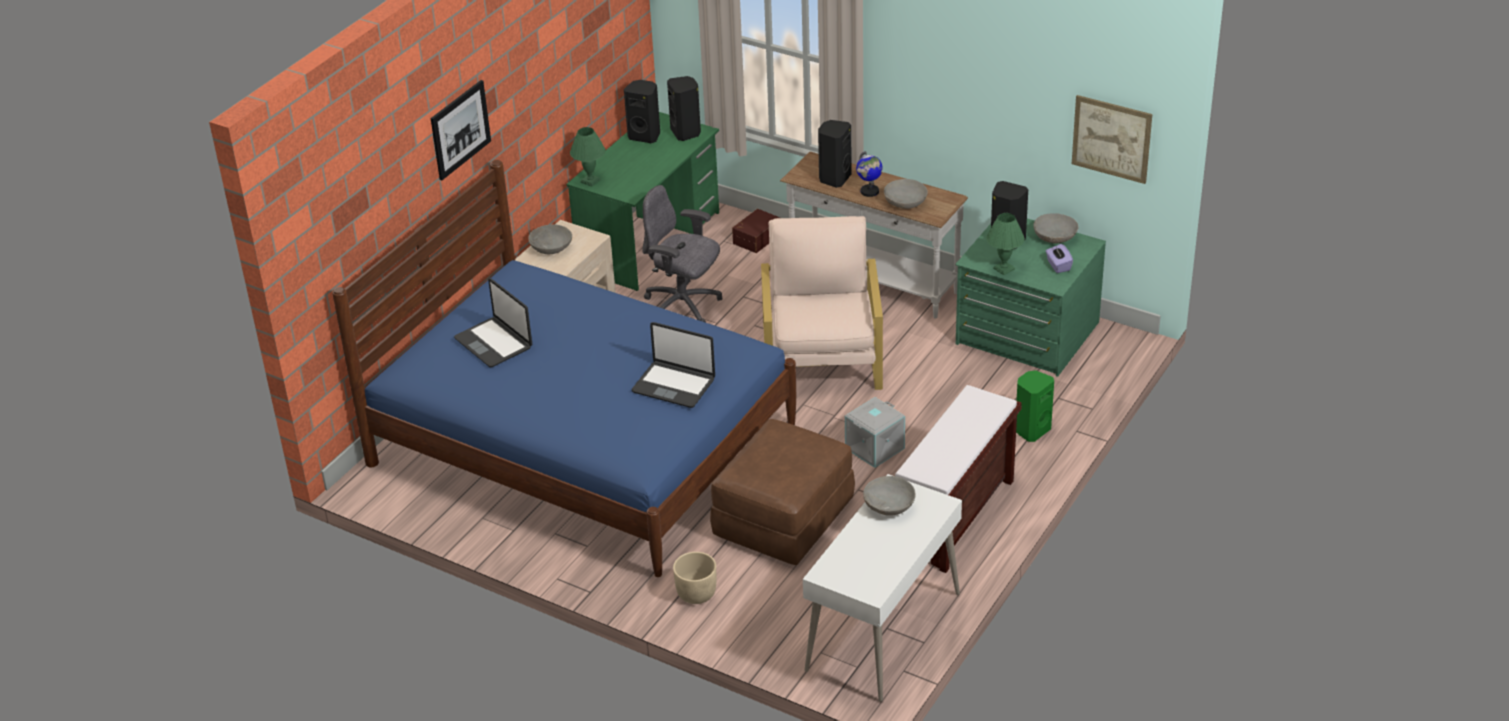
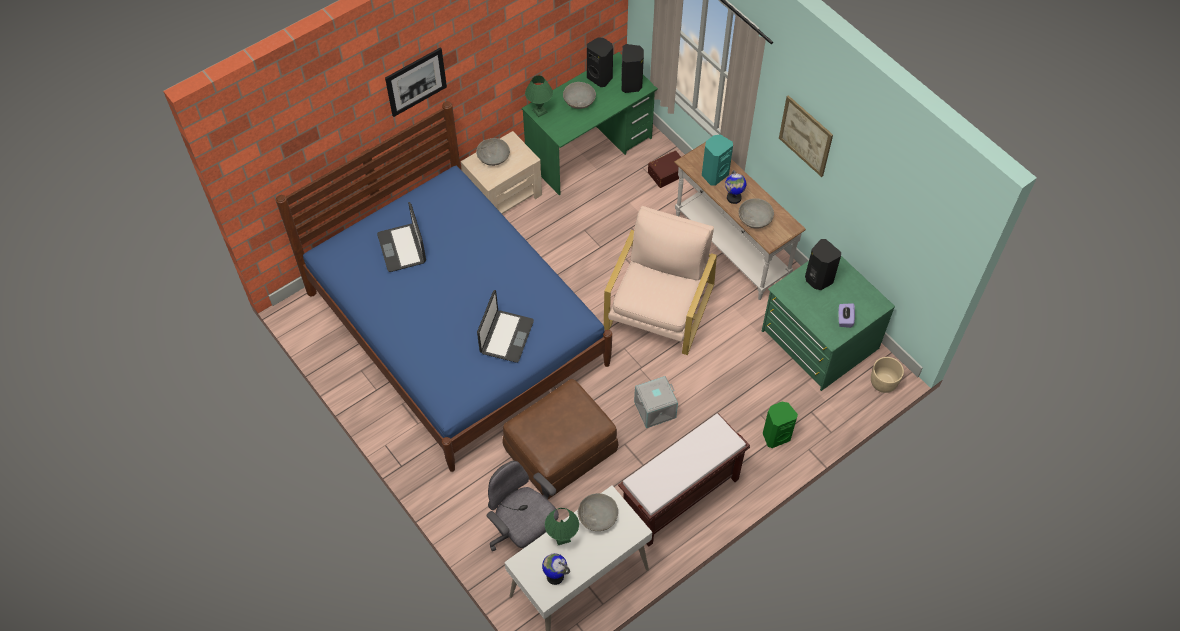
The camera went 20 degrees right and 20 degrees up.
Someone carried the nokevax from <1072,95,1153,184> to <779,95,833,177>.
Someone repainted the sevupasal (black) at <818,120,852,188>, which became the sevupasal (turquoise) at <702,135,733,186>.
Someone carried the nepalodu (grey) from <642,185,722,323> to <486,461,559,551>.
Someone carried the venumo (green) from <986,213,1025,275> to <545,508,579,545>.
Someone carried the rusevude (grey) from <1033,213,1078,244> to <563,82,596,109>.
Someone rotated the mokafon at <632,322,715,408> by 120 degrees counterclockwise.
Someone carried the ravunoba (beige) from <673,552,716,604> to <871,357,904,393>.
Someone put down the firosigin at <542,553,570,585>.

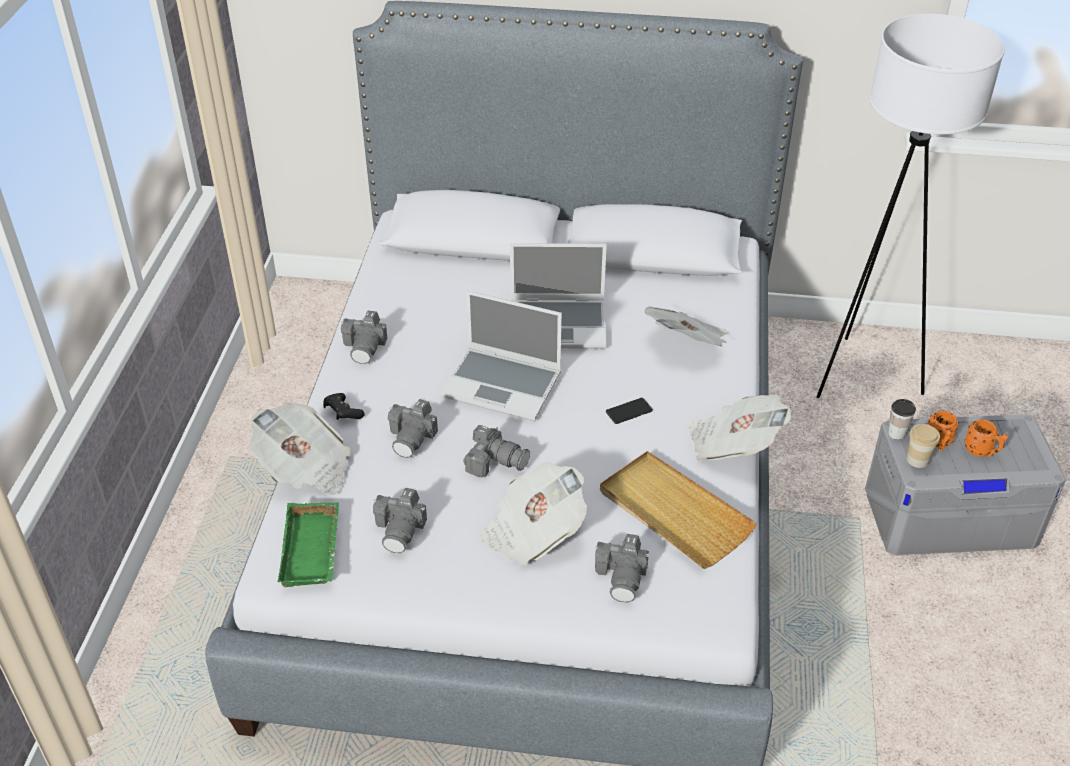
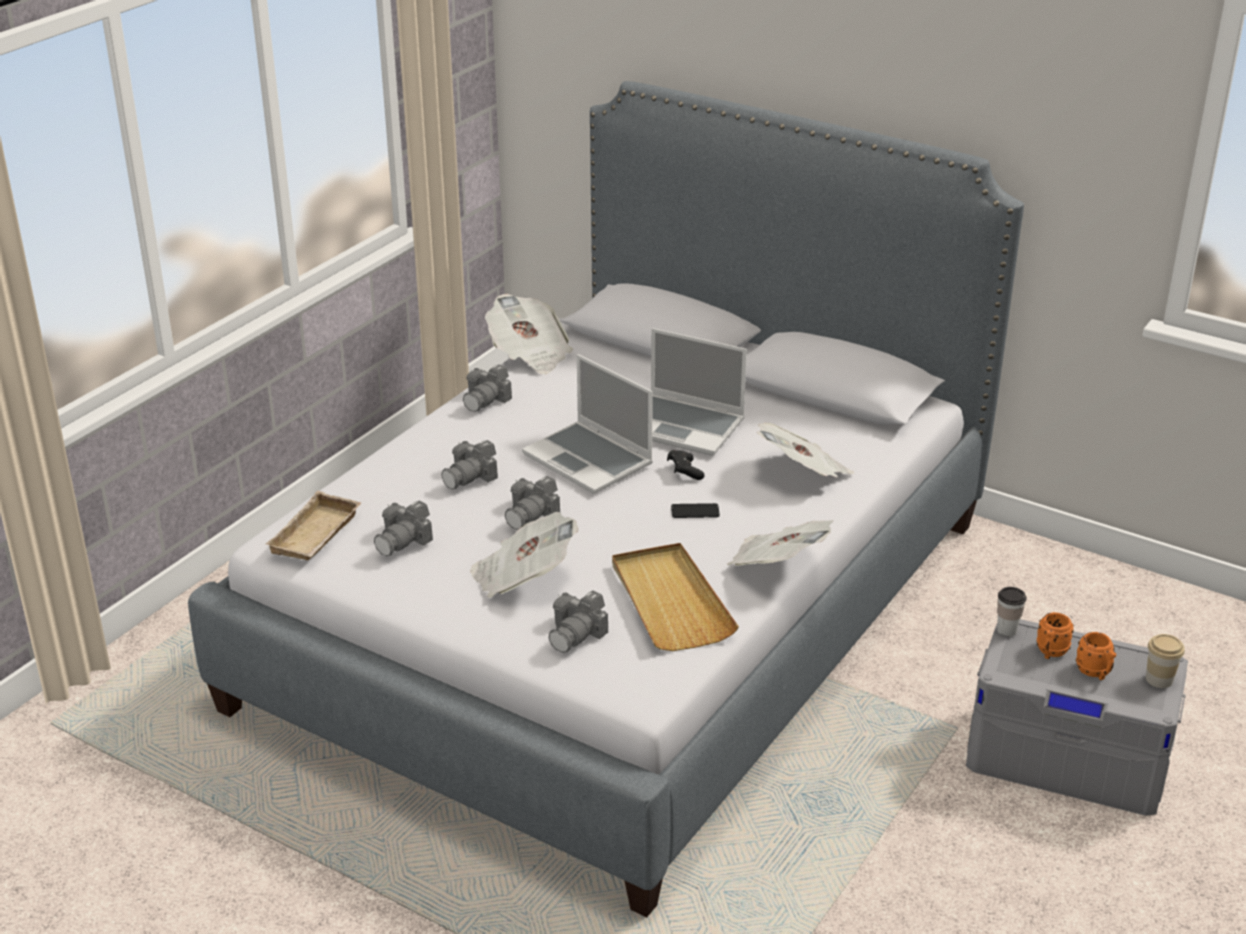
The camera went 25 degrees right and 10 degrees down.
Someone took away the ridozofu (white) at <817,14,1005,398>.
Someone carried the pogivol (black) from <323,393,365,420> to <667,450,704,480>.
Someone carried the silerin from <249,403,351,495> to <485,294,573,374>.
Someone carried the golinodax from <906,424,940,468> to <1146,634,1185,688>.
Someone rotated the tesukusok at <463,425,530,477> by 75 degrees clockwise.
Someone repainted the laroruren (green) at <277,502,339,587>, which became the laroruren (beige) at <266,491,362,560>.

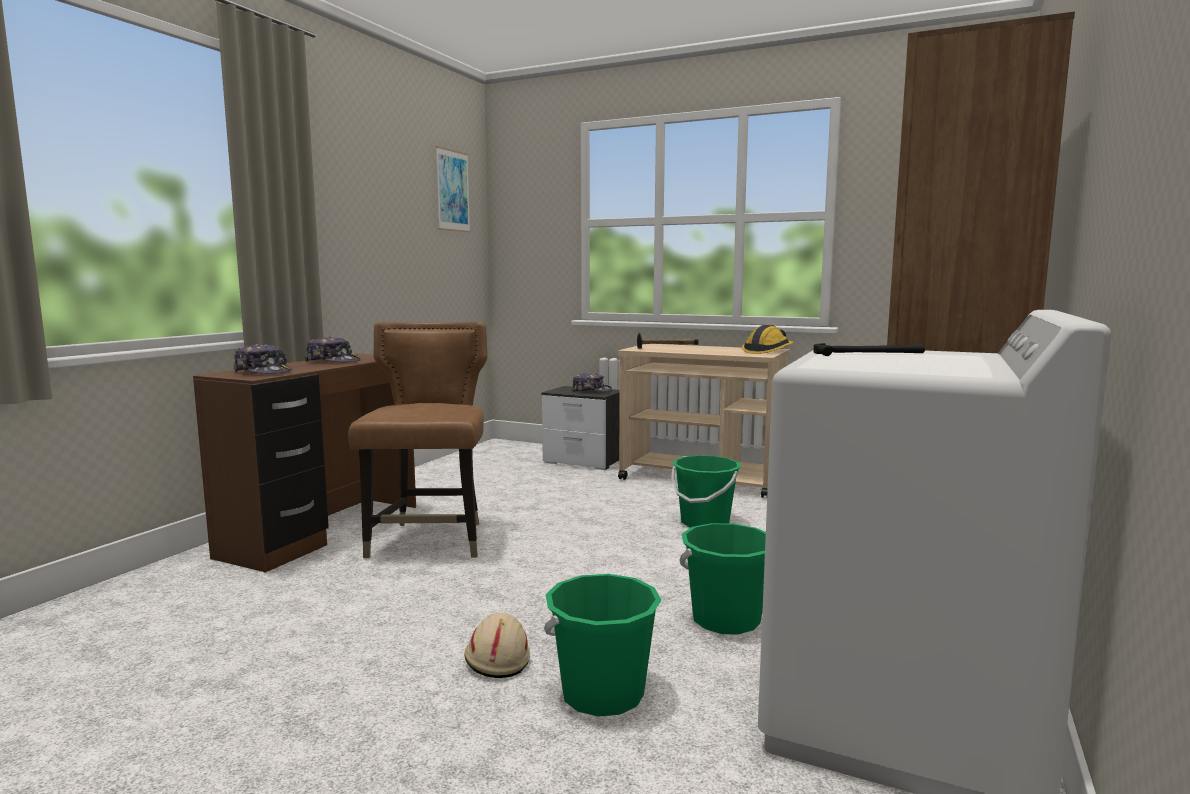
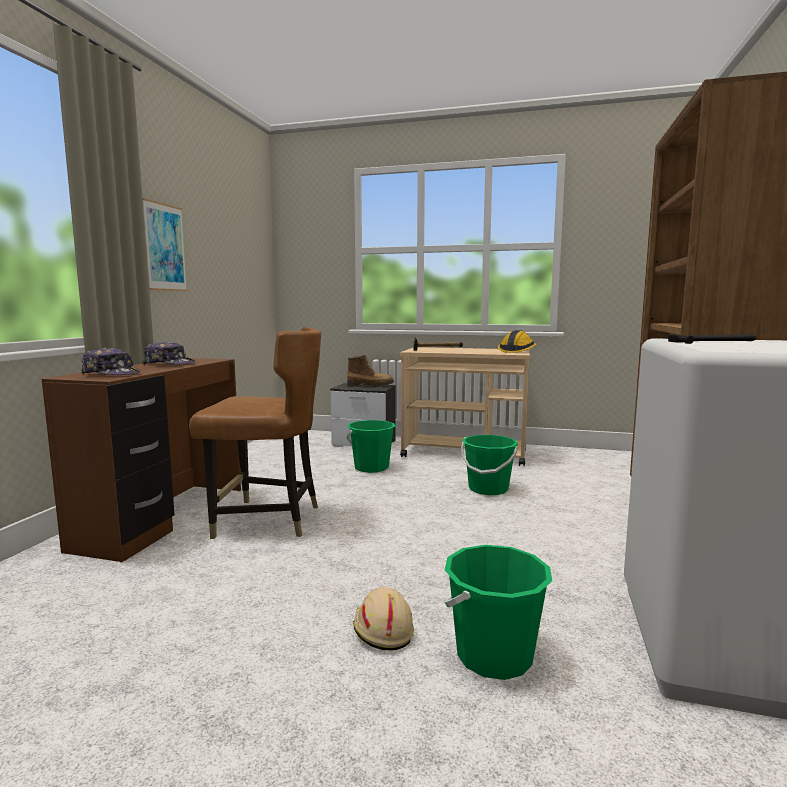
The camera went 10 degrees left and 0 degrees up.
Someone carried the nokevax from <436,146,471,233> to <143,198,187,291>.
Someone rotated the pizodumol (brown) at <348,322,488,558> by 105 degrees clockwise.
Someone swapped the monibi at <573,372,613,392> for the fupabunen at <347,355,394,387>.
Someone carried the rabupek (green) from <679,523,766,635> to <347,420,395,473>.

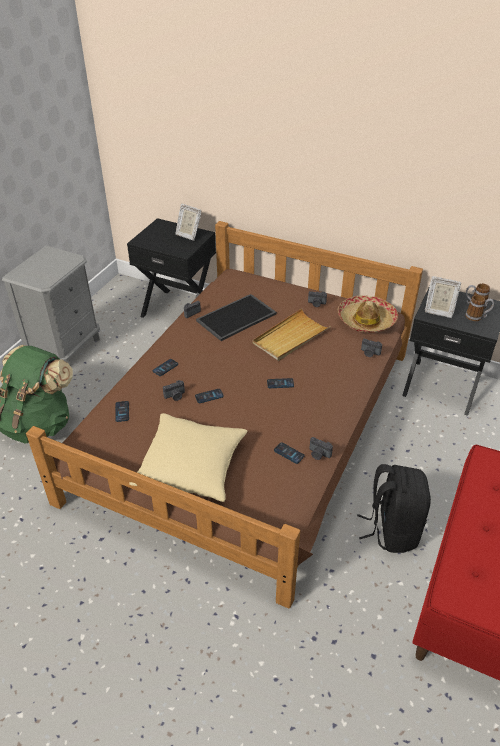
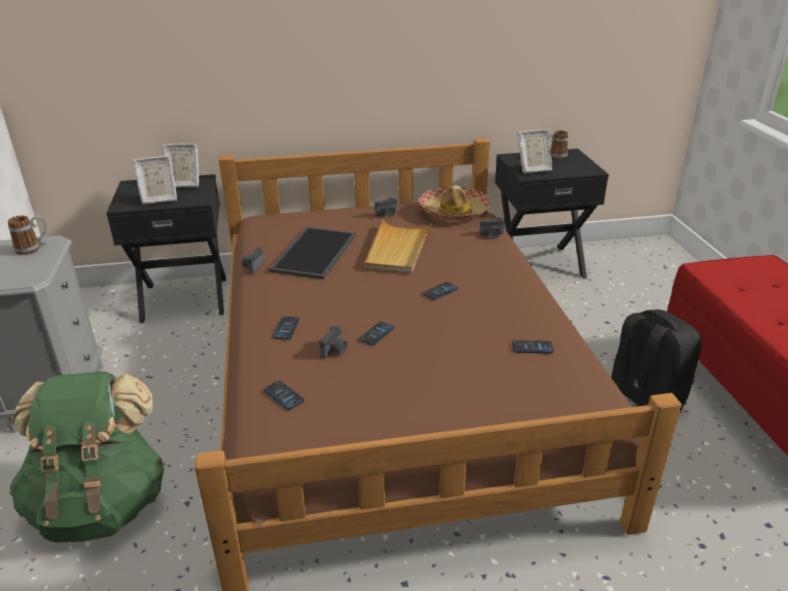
The camera went 35 degrees left and 10 degrees down.
Someone carried the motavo from <465,295,494,321> to <8,215,47,255>.
Someone took away the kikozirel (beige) at <129,413,248,502>.
Someone took away the tesukusok at <309,437,333,460>.
Someone put down the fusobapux at <132,156,177,205>.

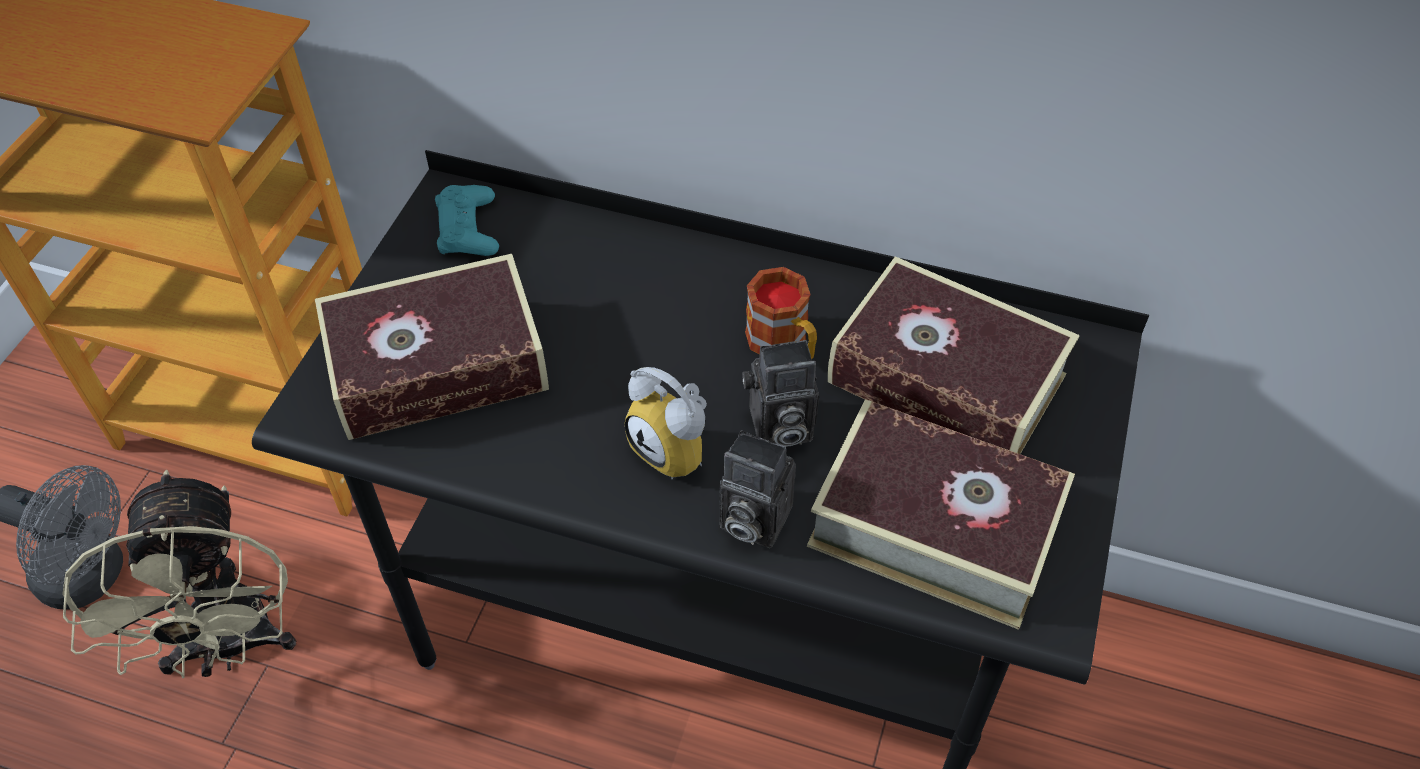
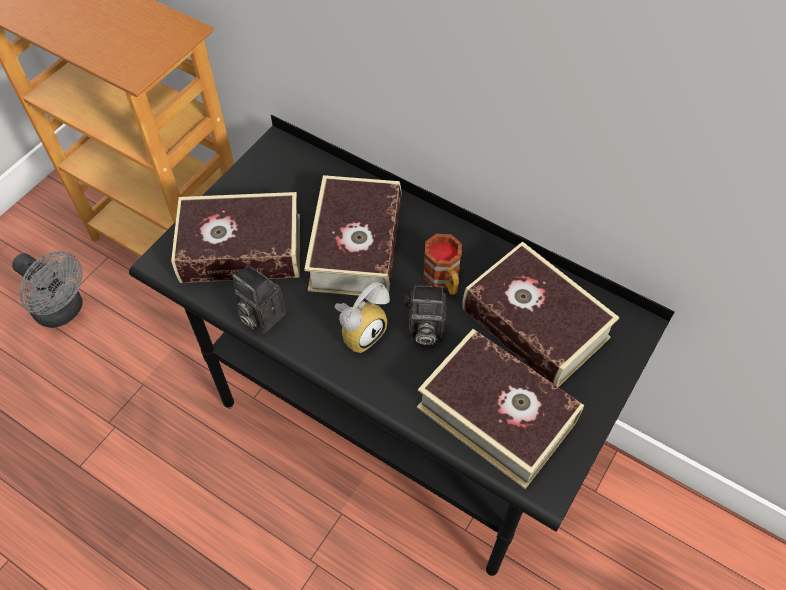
The camera went 15 degrees right and 5 degrees up.
Someone took away the pogivol (turquoise) at <435,185,499,256>.
Someone rotated the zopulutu at <625,367,707,479> by 105 degrees counterclockwise.
Someone carried the tesukusok from <719,430,796,548> to <232,264,286,333>.
Someone took away the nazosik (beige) at <62,470,297,678>.
Someone put down the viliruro at <304,175,401,296>.

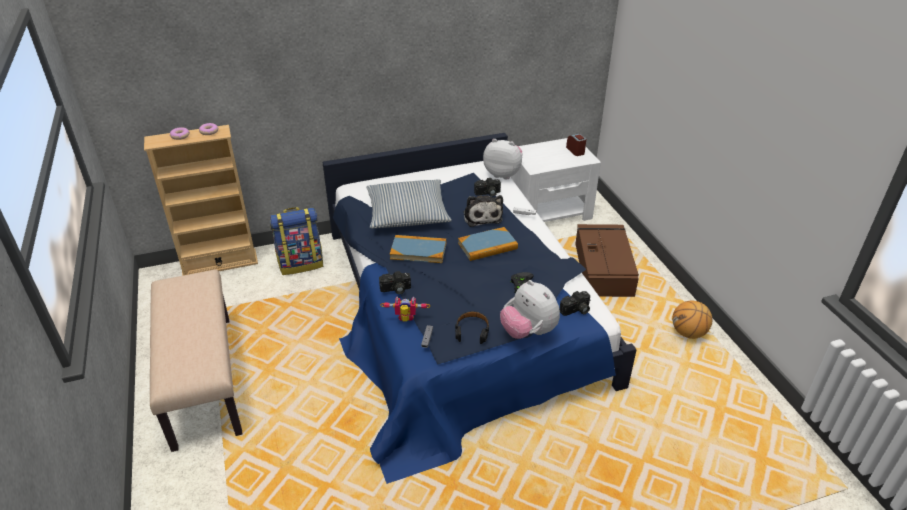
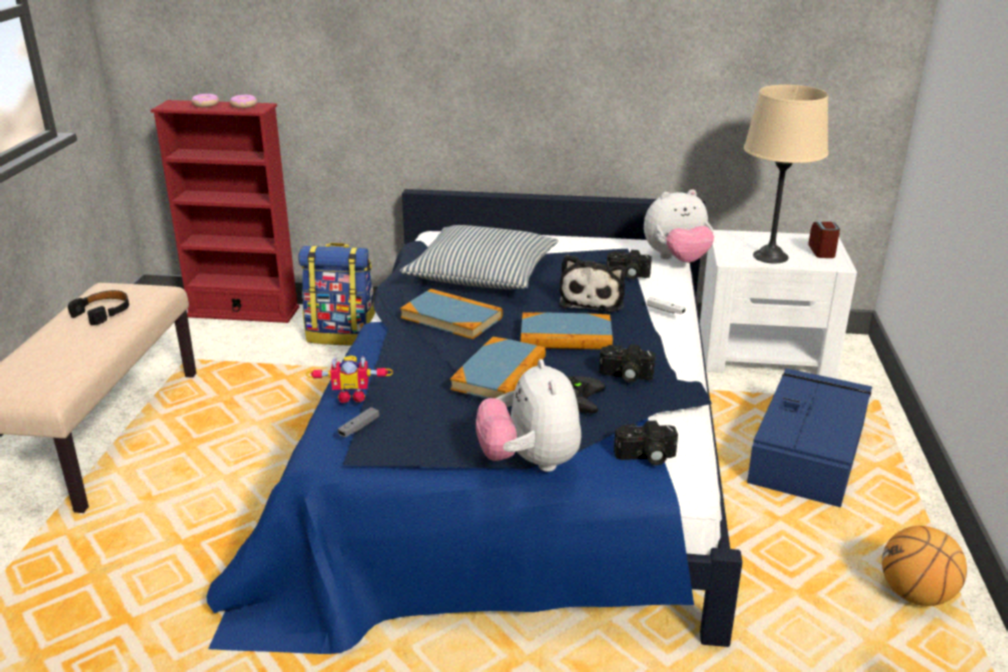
The camera went 25 degrees right and 10 degrees down.
Someone repainted the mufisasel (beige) at <144,125,258,276>, which became the mufisasel (red) at <150,100,299,323>.
Someone rotated the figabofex at <483,139,523,180> by 120 degrees clockwise.
Someone repainted the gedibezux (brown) at <575,224,639,297>, which became the gedibezux (blue) at <747,368,872,507>.
Someone carried the tesukusok from <379,271,411,294> to <599,344,655,383>.
Someone rotated the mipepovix at <380,296,431,322> by 150 degrees clockwise.
Someone carried the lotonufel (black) from <455,311,490,344> to <68,290,129,325>.
Someone put down the venumo (beige) at <744,85,828,263>.
Someone put down the viliruro at <450,337,546,399>.

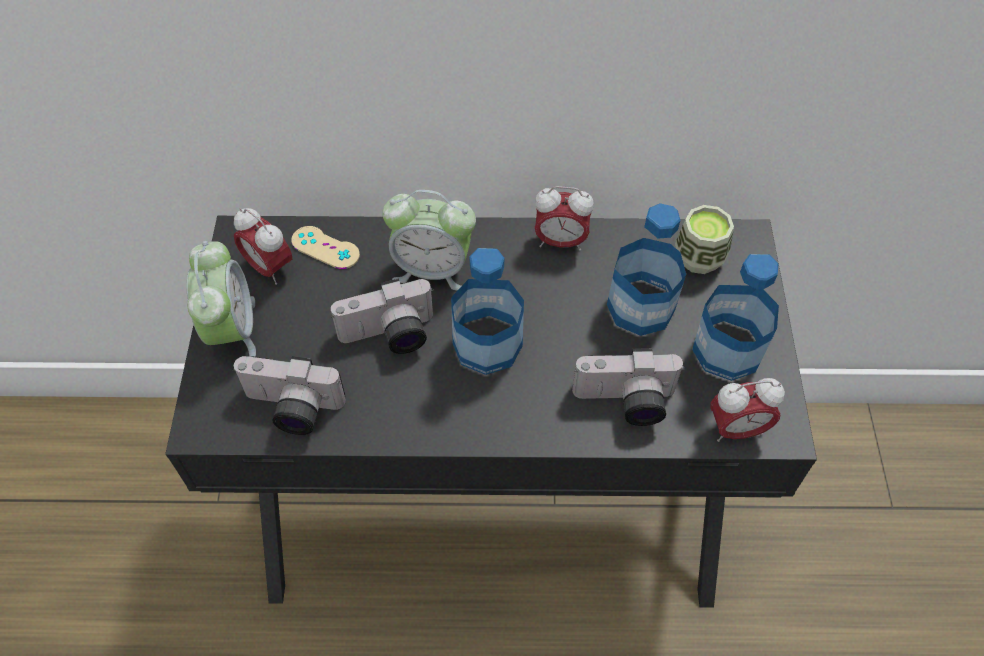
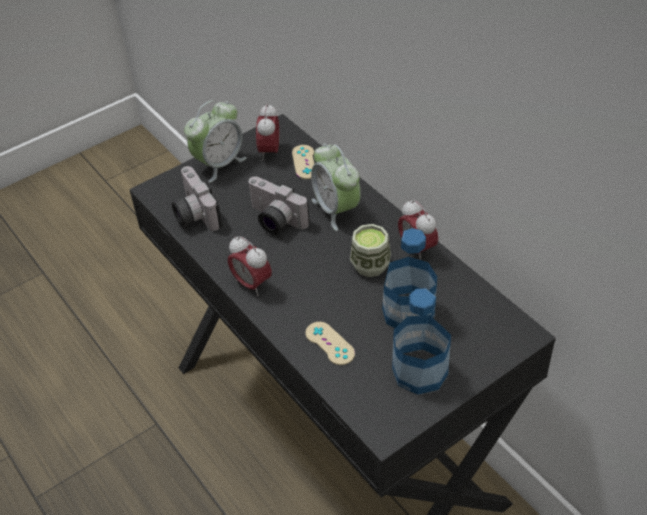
The camera went 55 degrees right and 10 degrees down.
Someone carried the golinodax from <675,205,734,274> to <350,224,391,277>.
Someone took away the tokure at <451,248,524,375>.
Someone swapped the tesukusok at <572,348,685,426> for the pogivol (beige) at <306,322,355,365>.
Someone carried the zopulutu from <710,378,785,442> to <228,236,272,296>.

